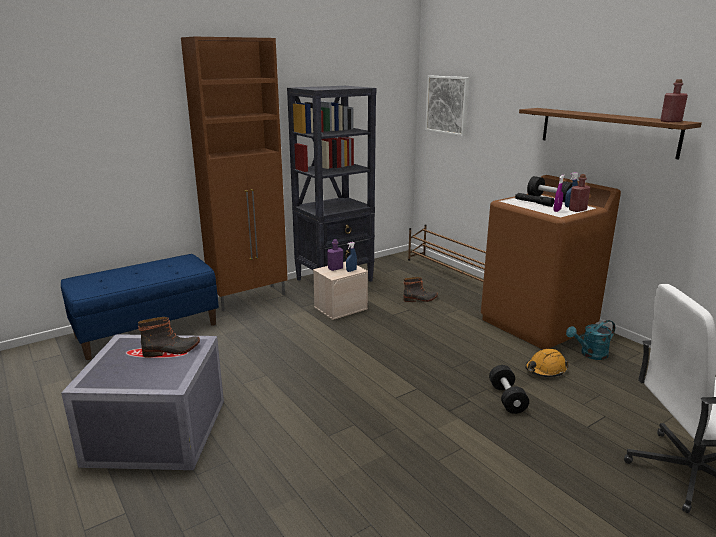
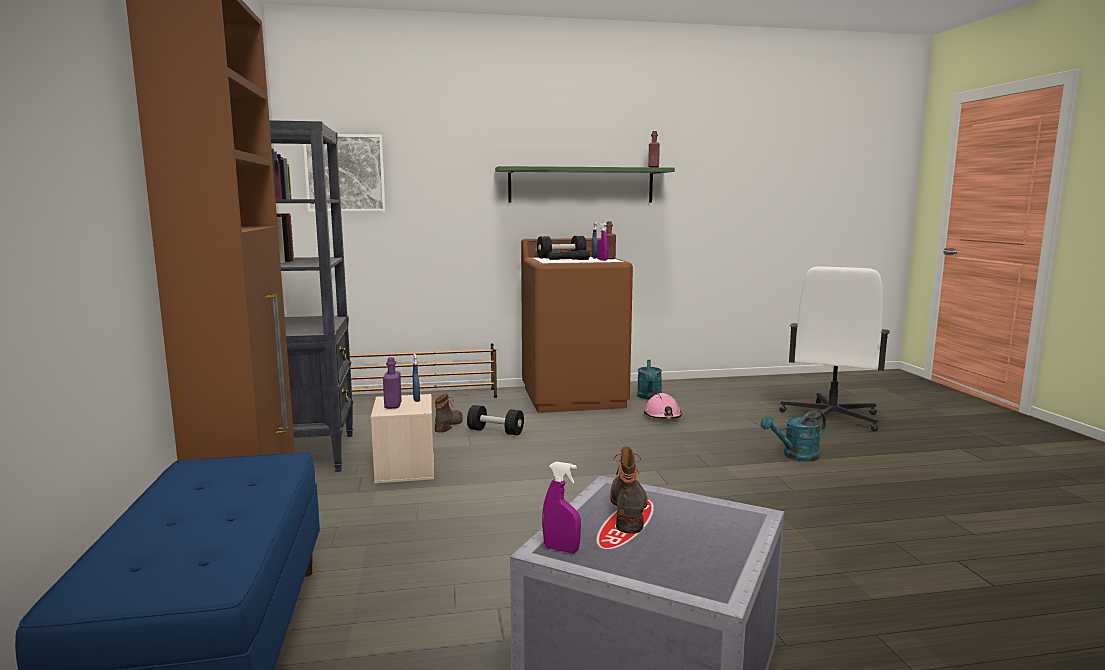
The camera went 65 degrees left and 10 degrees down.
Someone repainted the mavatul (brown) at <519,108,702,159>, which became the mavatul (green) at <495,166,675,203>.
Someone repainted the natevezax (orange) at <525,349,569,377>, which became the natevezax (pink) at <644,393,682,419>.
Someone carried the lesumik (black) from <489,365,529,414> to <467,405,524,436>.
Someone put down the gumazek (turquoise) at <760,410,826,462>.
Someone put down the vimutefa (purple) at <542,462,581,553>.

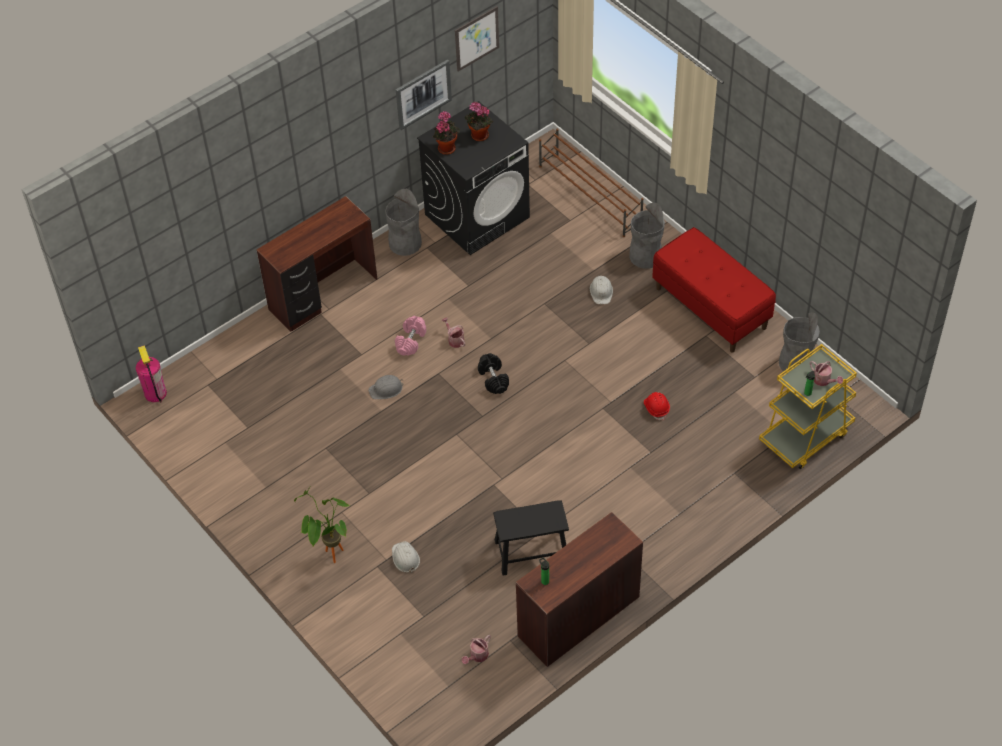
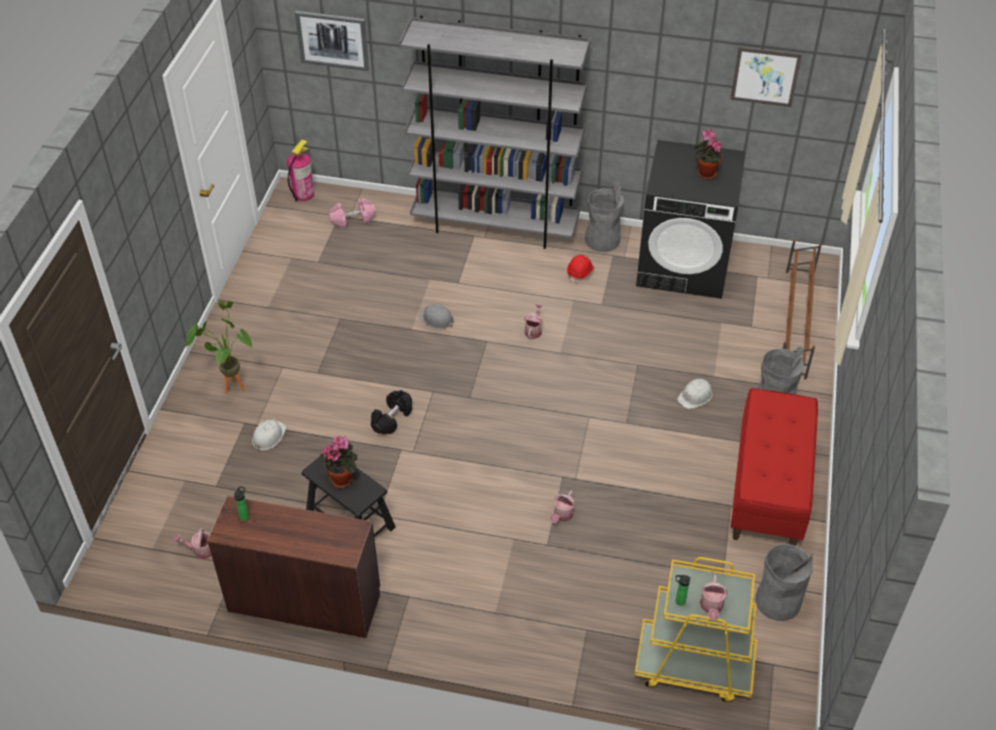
The camera went 50 degrees right and 5 degrees down.
Someone carried the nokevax from <396,59,452,130> to <295,11,369,71>.
Someone carried the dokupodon from <433,111,460,155> to <319,436,358,488>.
Someone swapped the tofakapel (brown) at <257,196,377,332> for the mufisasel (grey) at <399,15,590,249>.
Someone carried the lesumik (pink) from <395,316,426,356> to <329,199,375,228>.
Someone carried the lesumik (black) from <478,353,509,394> to <371,390,412,435>.
Someone carried the natevezax (red) from <644,392,670,420> to <567,255,594,283>.
Someone put down the gumazek at <550,490,575,523>.

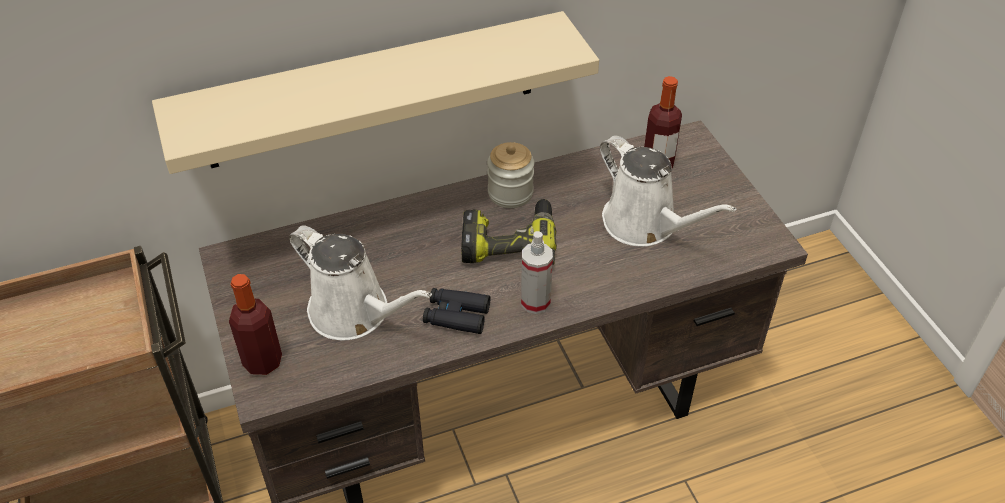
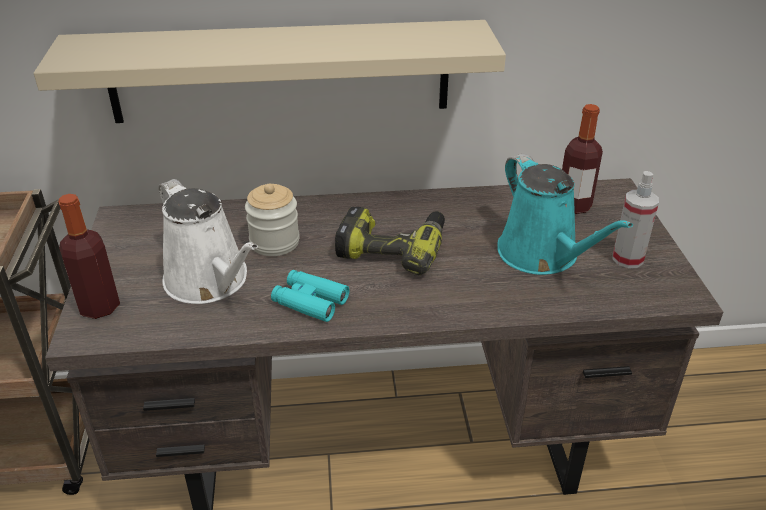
The camera went 15 degrees right and 10 degrees down.
Someone repainted the gumazek (white) at <600,135,736,246>, which became the gumazek (turquoise) at <497,154,633,275>.
Someone carried the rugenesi from <487,142,534,208> to <245,184,300,256>.
Someone carried the vimutefa from <521,231,553,314> to <613,171,659,268>.
Someone repainted the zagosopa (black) at <423,288,490,334>, which became the zagosopa (turquoise) at <271,270,349,322>.

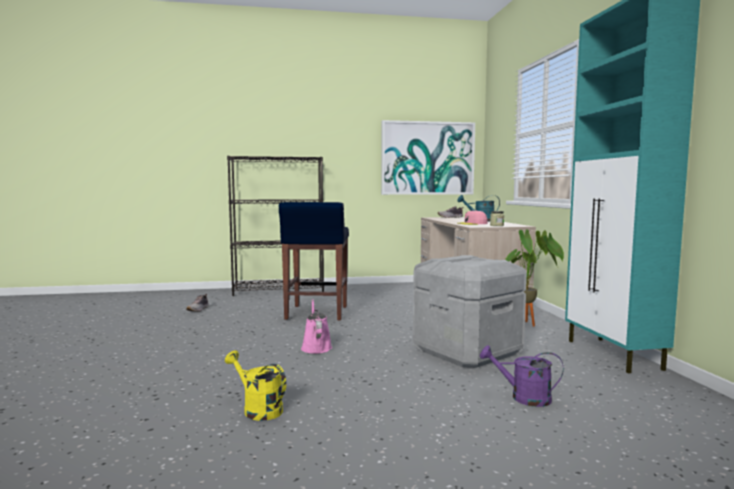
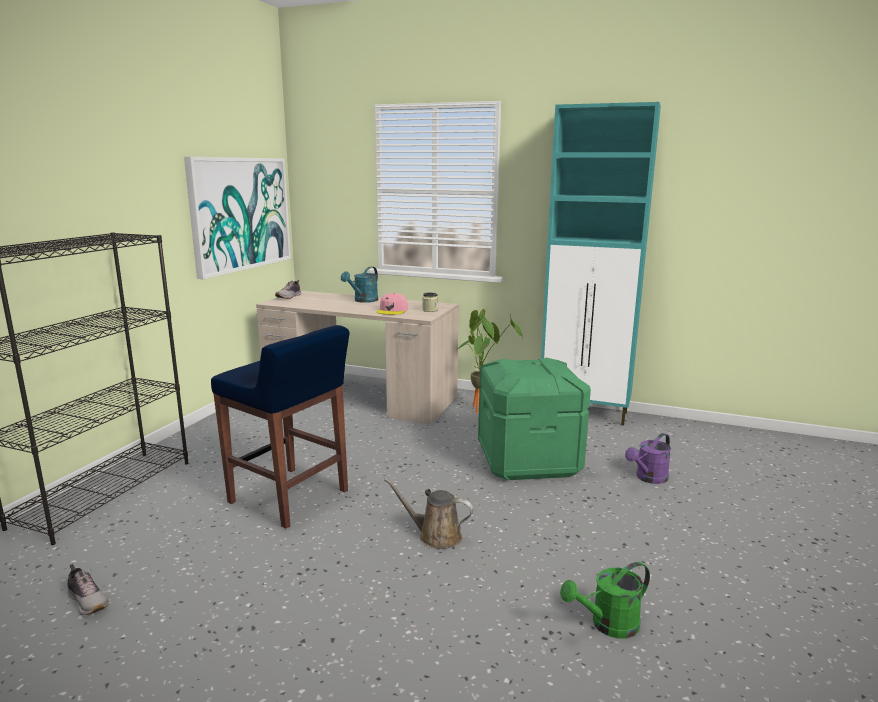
The camera went 60 degrees left and 10 degrees up.
Someone repainted the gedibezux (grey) at <413,255,527,368>, which became the gedibezux (green) at <478,358,591,480>.
Someone repainted the gumazek (pink) at <301,299,332,354>, which became the gumazek (brown) at <384,478,473,549>.
Someone repainted the gumazek (yellow) at <225,351,286,421>, which became the gumazek (green) at <560,562,650,638>.

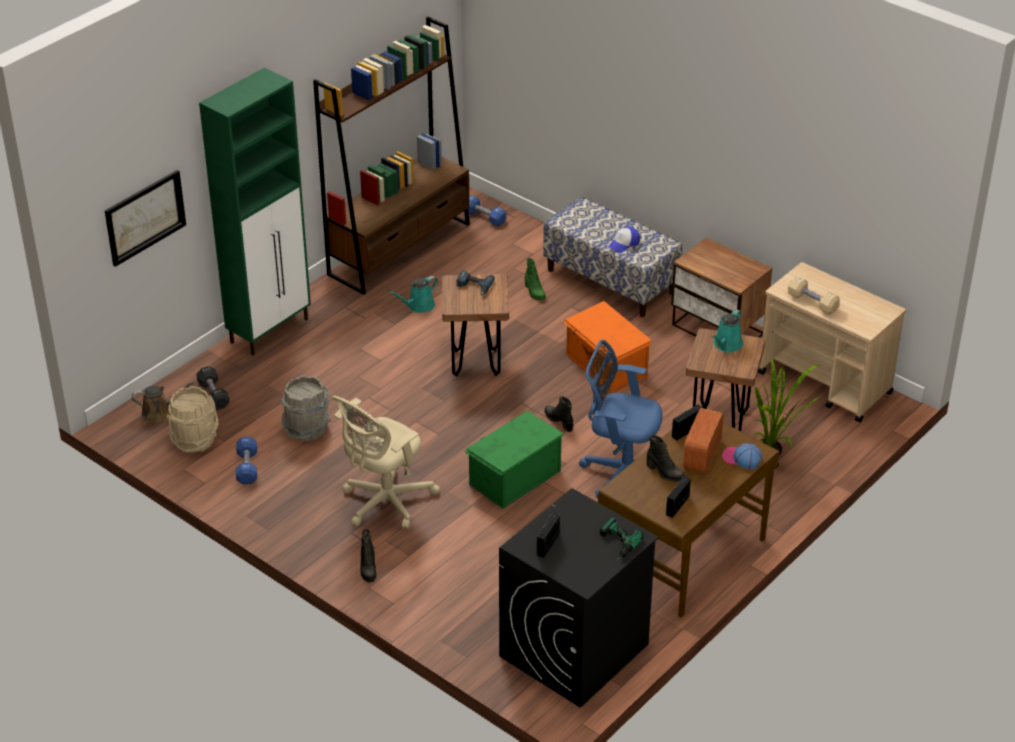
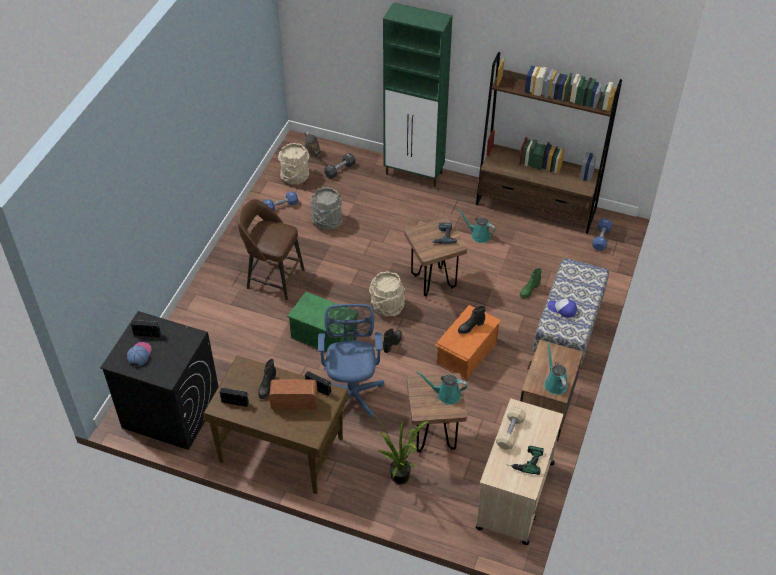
The camera went 70 degrees right and 10 degrees up.
Someone took away the nokevax at <105,170,186,267>.
Someone swapped the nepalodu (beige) at <332,396,440,529> for the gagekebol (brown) at <238,199,305,300>.
Someone carried the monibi from <722,443,763,469> to <127,342,152,367>.
Someone carried the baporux from <600,517,644,561> to <505,446,544,475>.
Someone carried the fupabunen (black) from <360,529,377,582> to <458,306,486,334>.
Someone put down the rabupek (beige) at <369,271,405,317>.
Someone put down the gumazek (turquoise) at <545,341,568,395>.

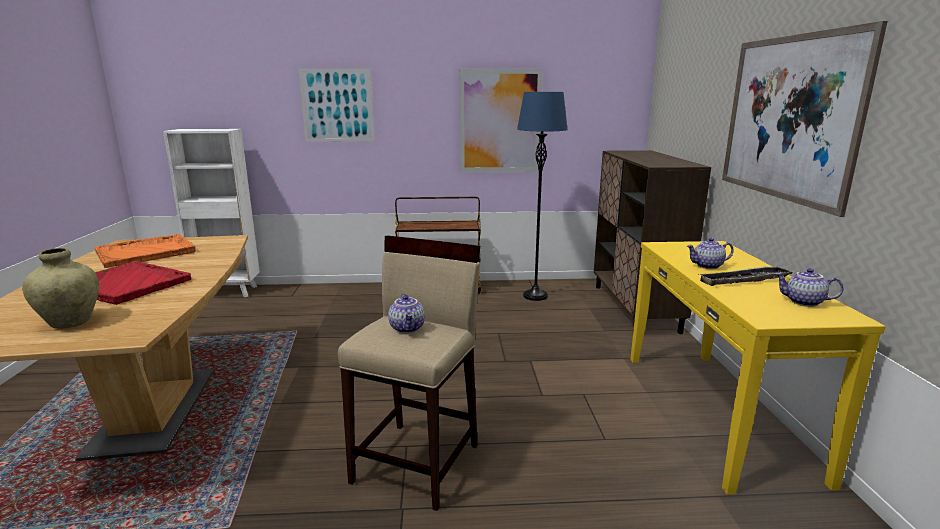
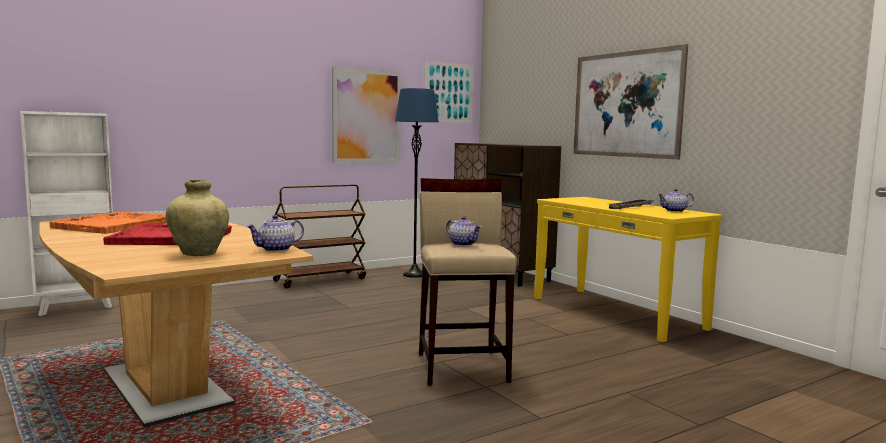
The camera went 30 degrees left and 10 degrees down.
Someone carried the nokevax from <299,69,375,142> to <424,61,474,123>.
Someone carried the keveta from <687,238,734,269> to <246,215,304,252>.

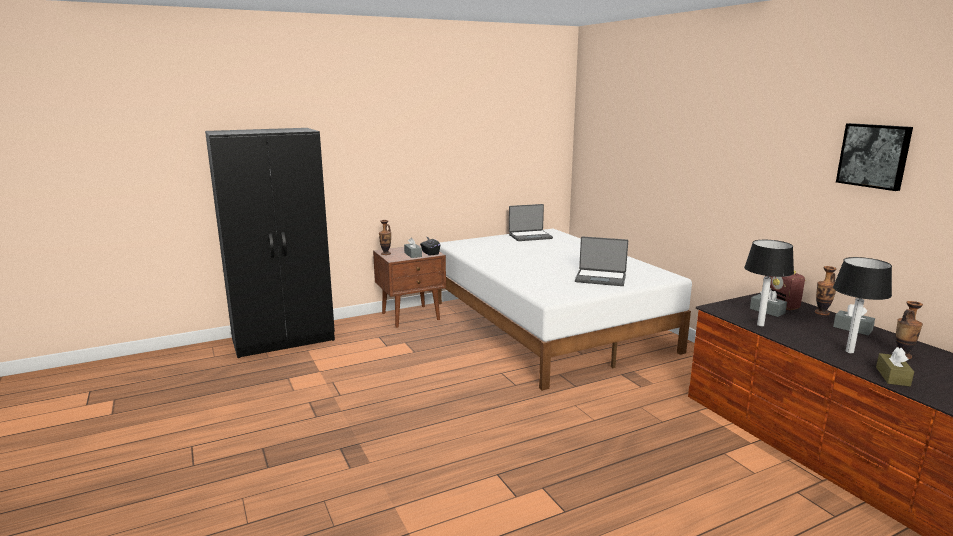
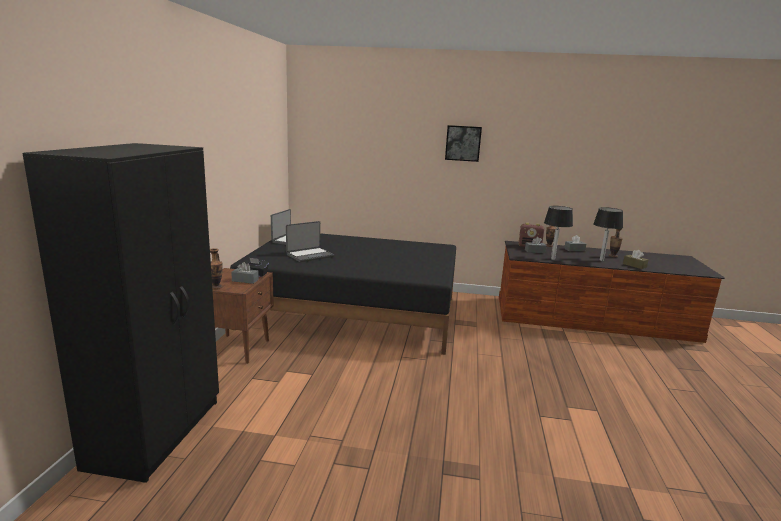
The camera went 55 degrees left and 0 degrees up.
Someone carried the nokevax from <836,123,913,191> to <445,125,482,162>.
Someone repainted the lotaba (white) at <438,229,692,391>, which became the lotaba (black) at <230,233,456,355>.
Someone carried the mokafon from <575,236,628,286> to <286,221,334,262>.

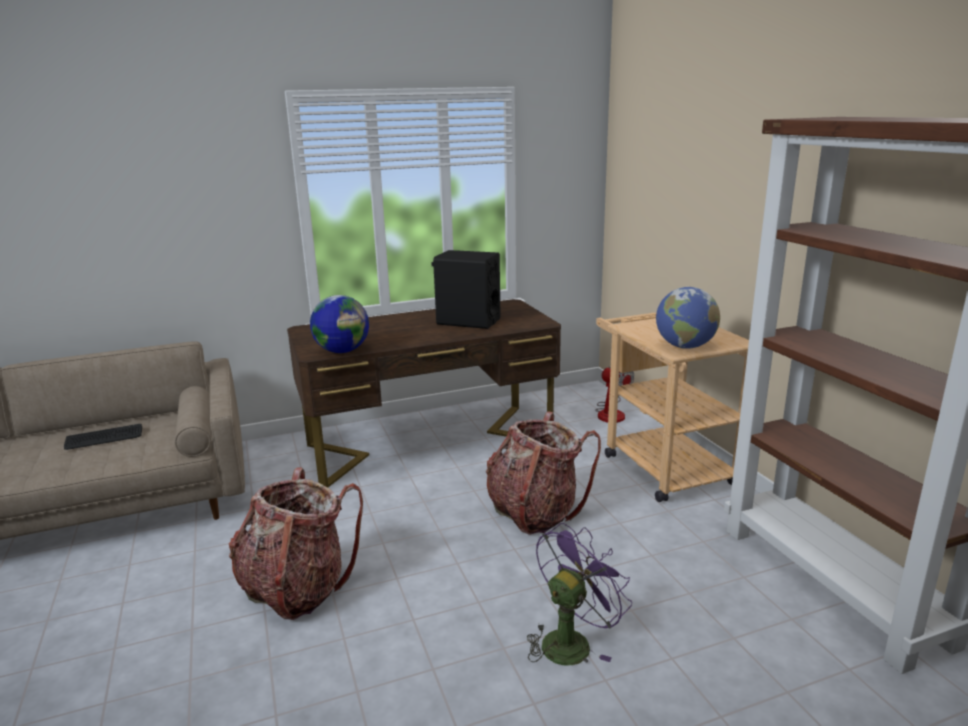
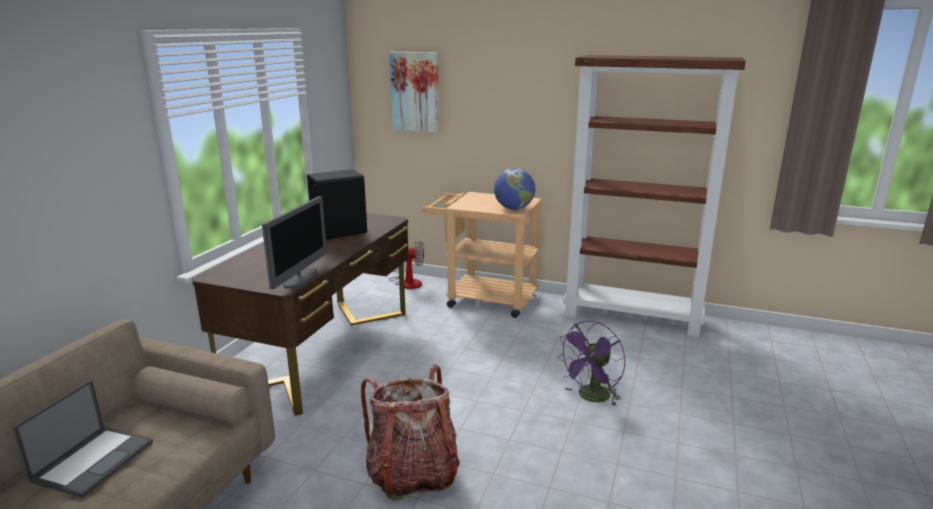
The camera went 50 degrees left and 0 degrees up.
Someone swapped the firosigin at <310,295,369,353> for the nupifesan at <262,196,327,289>.
Someone took away the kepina at <486,411,601,535>.
Someone swapped the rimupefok at <64,424,142,450> for the mokafon at <13,380,153,498>.
Someone rotated the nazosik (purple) at <527,523,632,666> by 135 degrees counterclockwise.
Someone put up the nokevax at <389,52,439,133>.

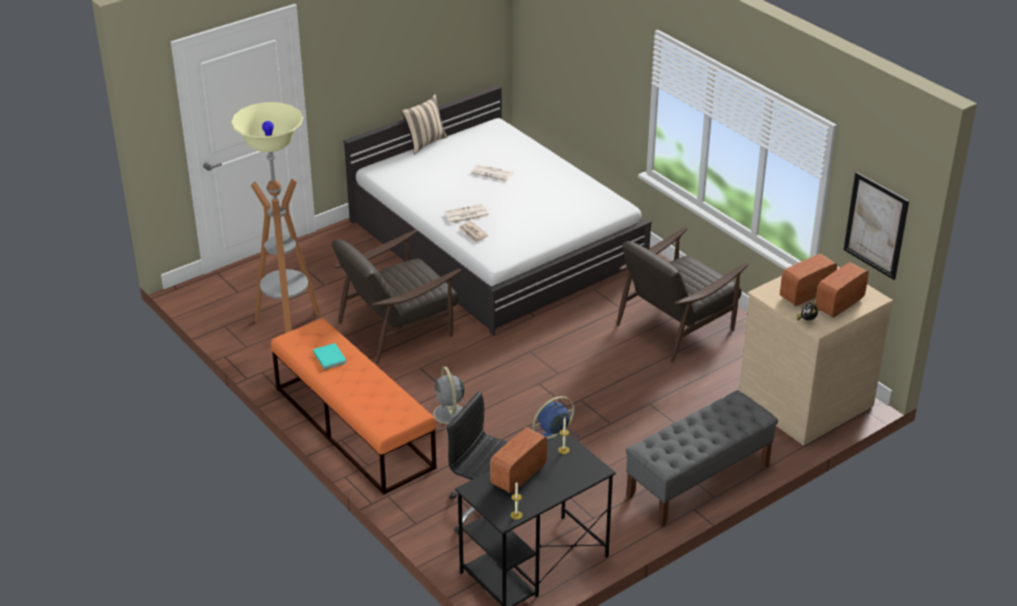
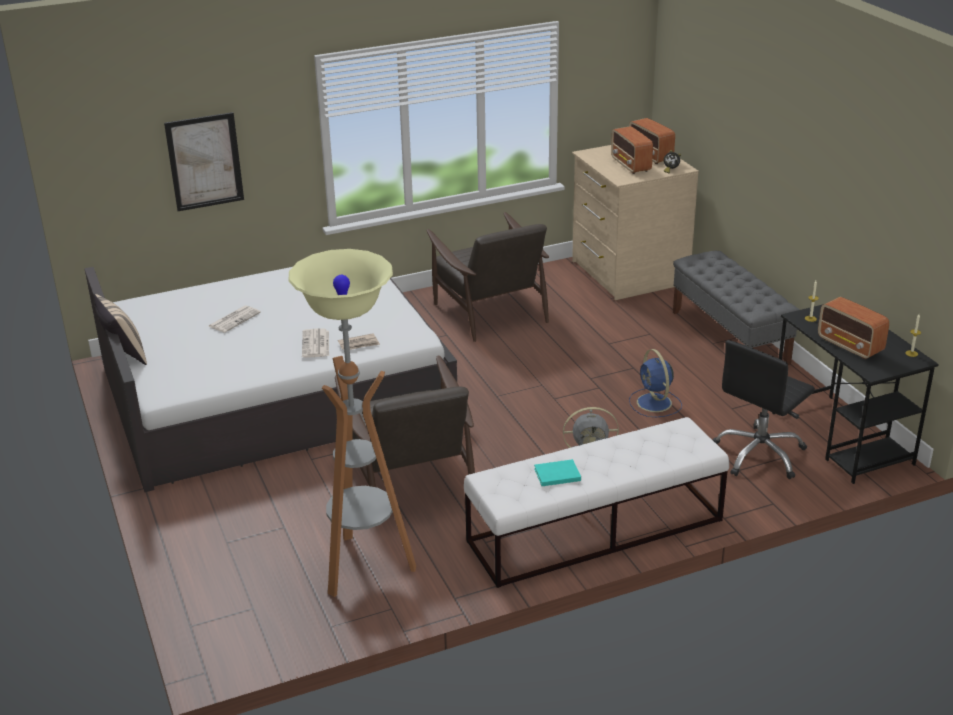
The camera went 75 degrees left and 5 degrees down.
Someone carried the nokevax from <844,172,909,280> to <164,112,244,211>.
Someone repainted the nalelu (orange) at <271,318,437,495>, which became the nalelu (white) at <464,417,729,588>.

